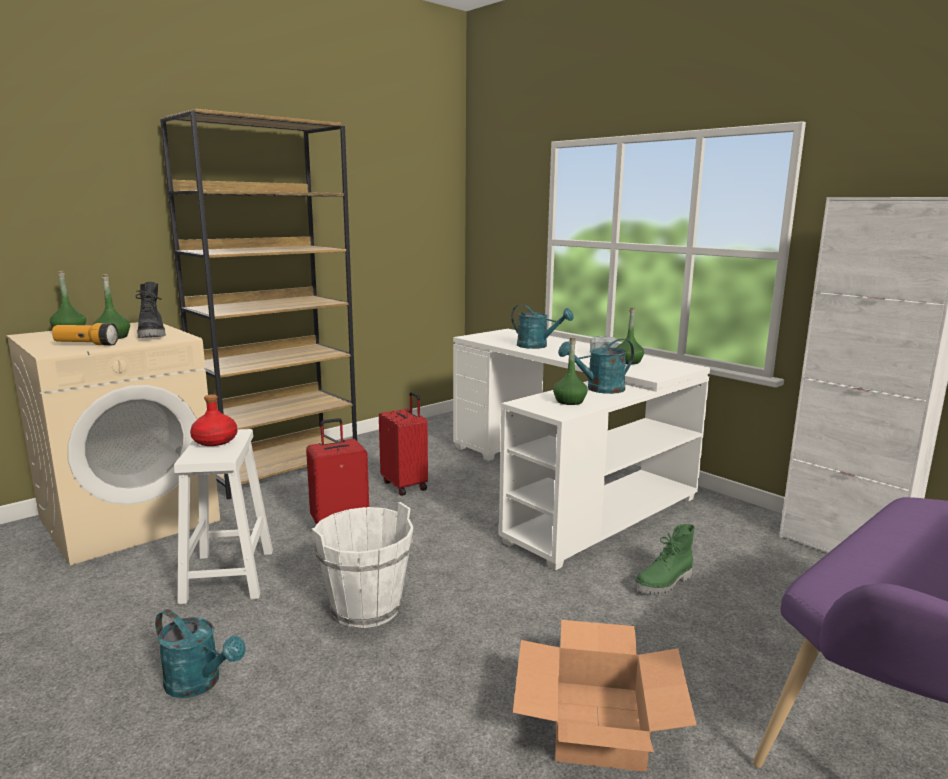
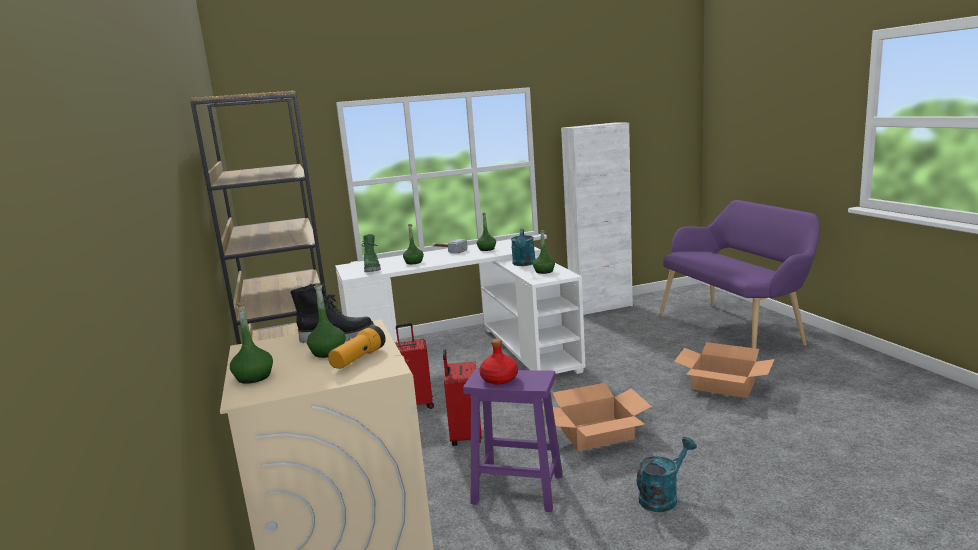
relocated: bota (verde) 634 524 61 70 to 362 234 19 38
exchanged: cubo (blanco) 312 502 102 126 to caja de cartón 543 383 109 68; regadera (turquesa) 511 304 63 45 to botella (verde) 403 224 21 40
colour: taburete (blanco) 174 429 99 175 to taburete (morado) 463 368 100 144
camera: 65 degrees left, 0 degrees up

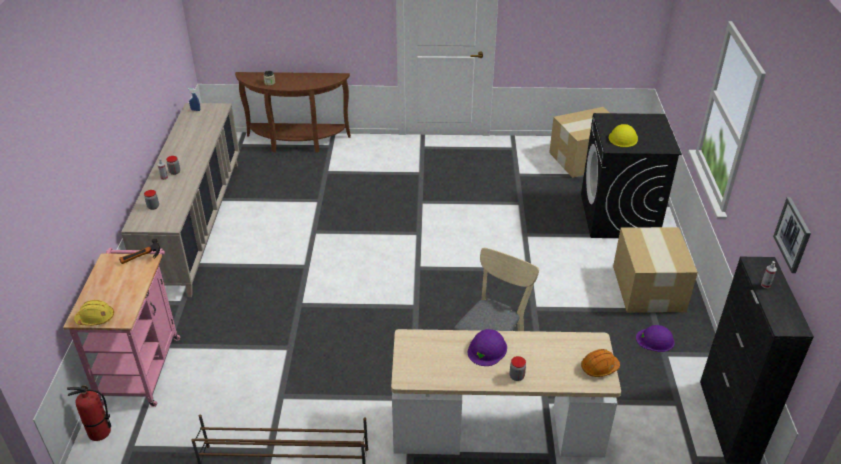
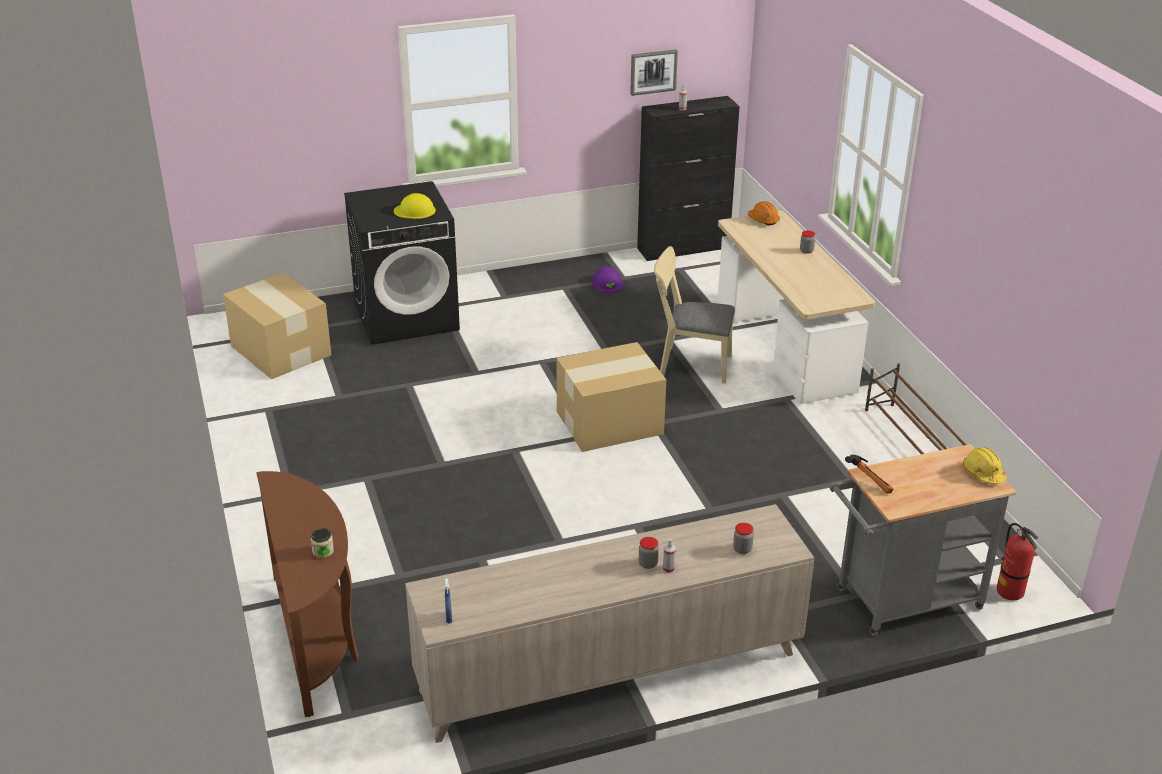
missing: casco (morado) 468 329 39 37
relocated: caja de cartón 613 227 85 86 to 557 342 109 110
colour: carrito (rosa) 63 248 117 159 to carrito (gris) 830 444 187 192
camera: 110 degrees left, 5 degrees down

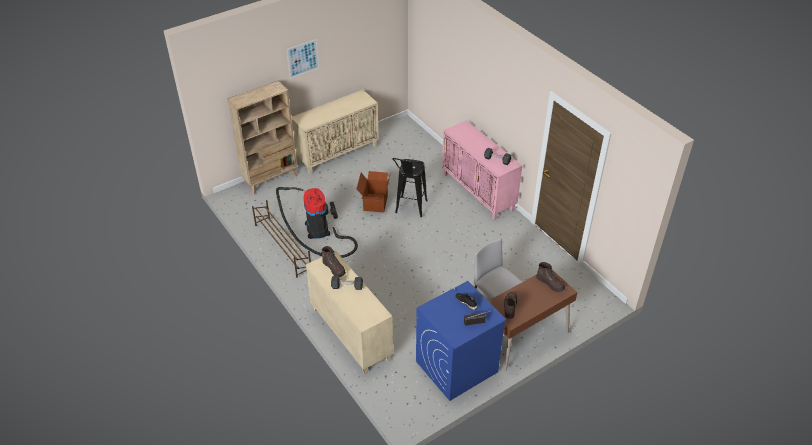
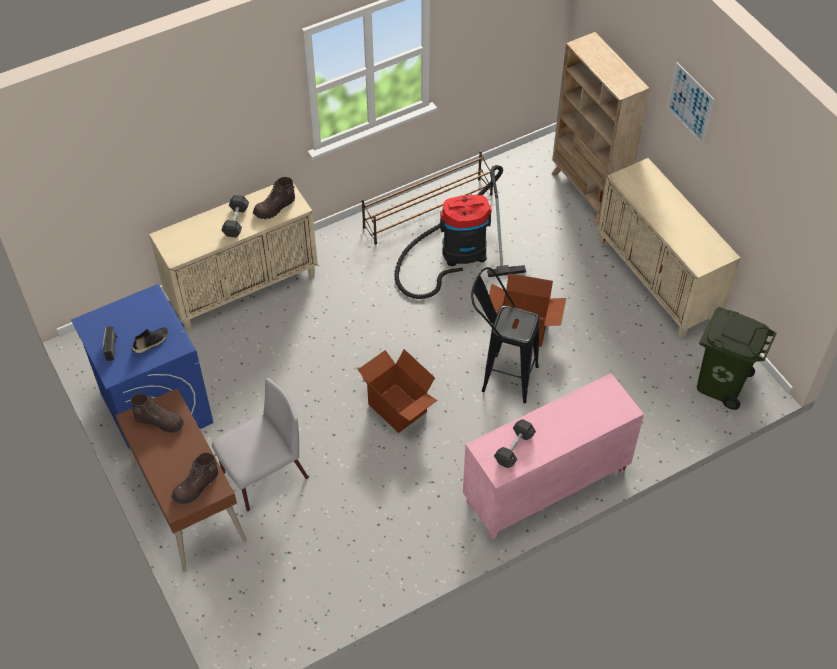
appeared: caja de cartón 358 349 80 84; papelera (verde) 697 307 80 103
camera: 95 degrees right, 10 degrees up

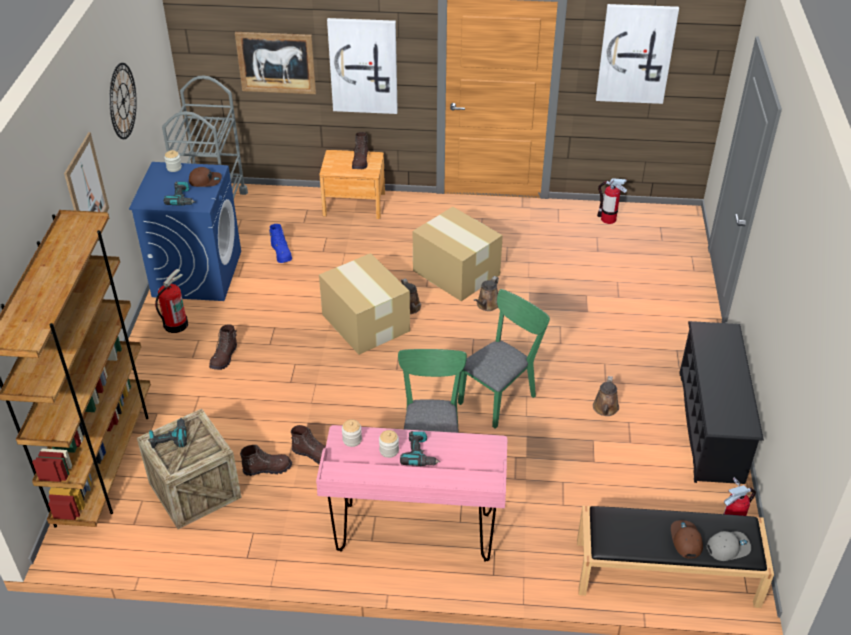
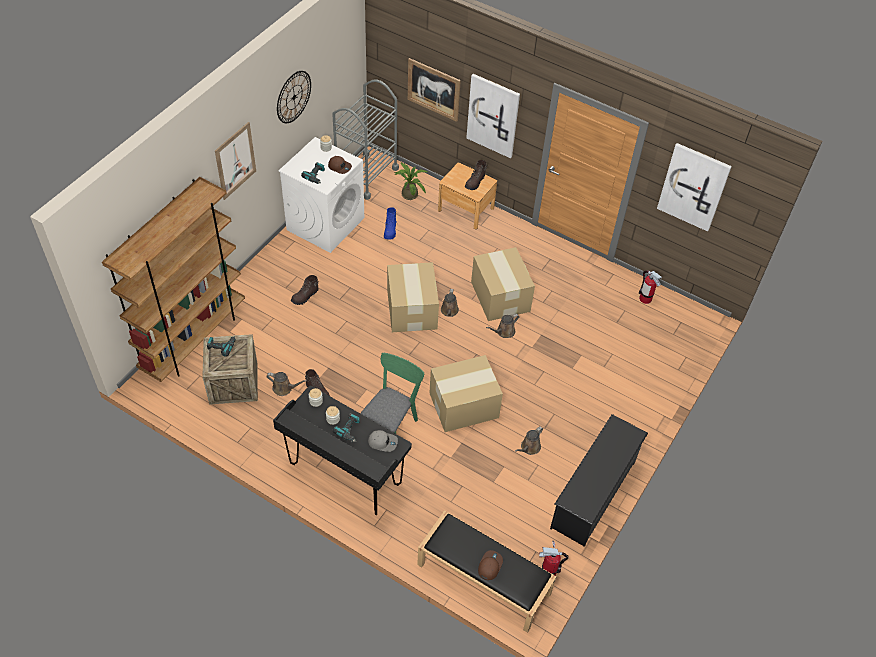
missing: extintor 155 269 33 64
appeared: planta en maceta 395 162 32 38
relocated: gorra (gris) 707 531 44 30 to 368 430 30 22
exchanged: bota (marrón) 240 445 52 31 to regadera (marrón) 266 372 41 24; silla (verde) 458 289 92 140 to caja de cartón 429 355 74 77
colour: lavadora (azul) 129 162 112 139 to lavadora (blanco) 279 137 85 116; escritorio (rosa) 316 425 191 137 to escritorio (negro) 273 386 139 129
camera: 25 degrees right, 10 degrees up

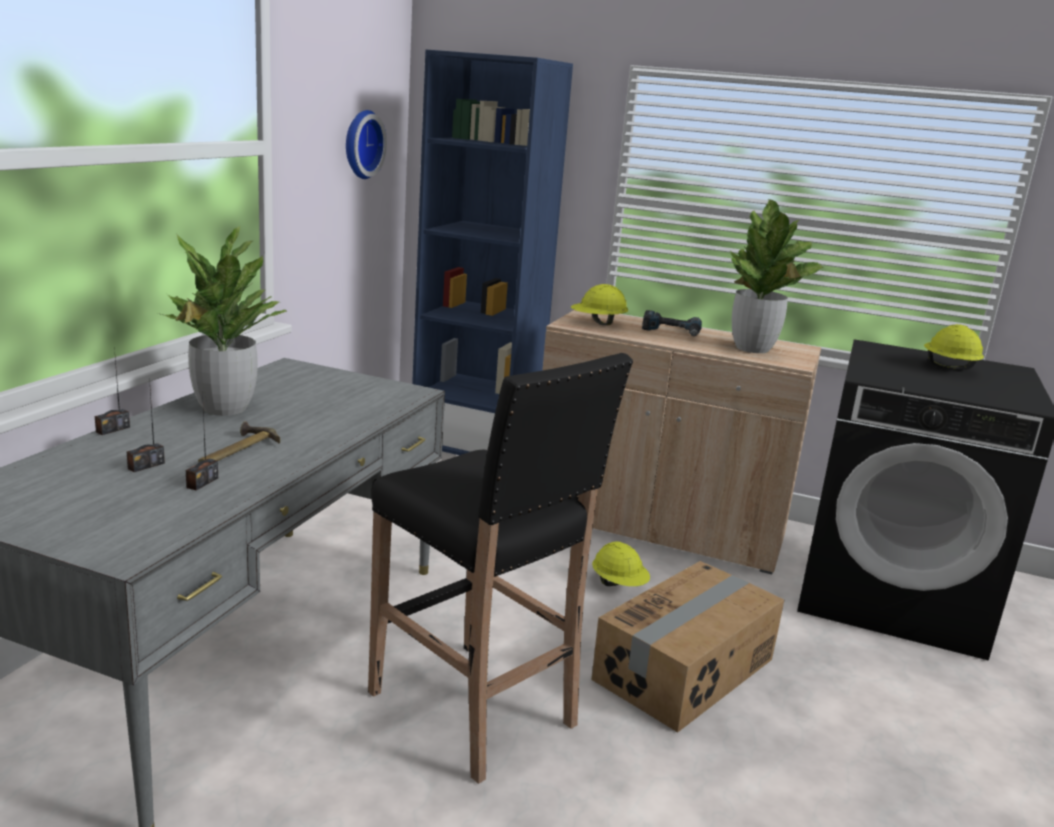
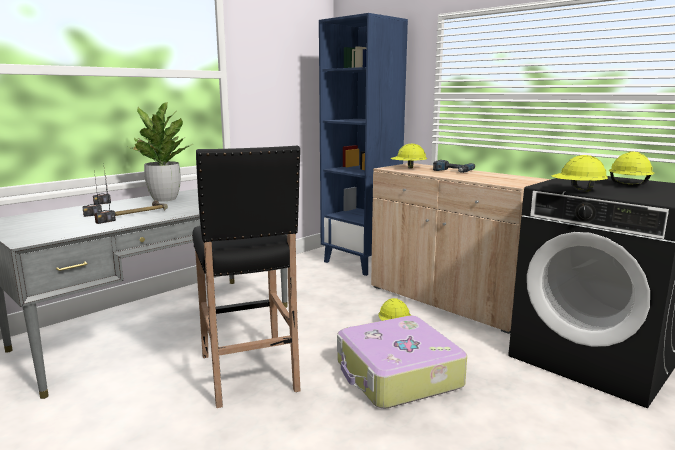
missing: reloj de pared 346 110 41 69; planta en maceta 730 199 94 154
appeared: casco (amarillo) 552 155 56 37
exchanged: caja de cartón 591 561 193 171 to maleta 337 316 130 93
camera: 25 degrees right, 5 degrees down

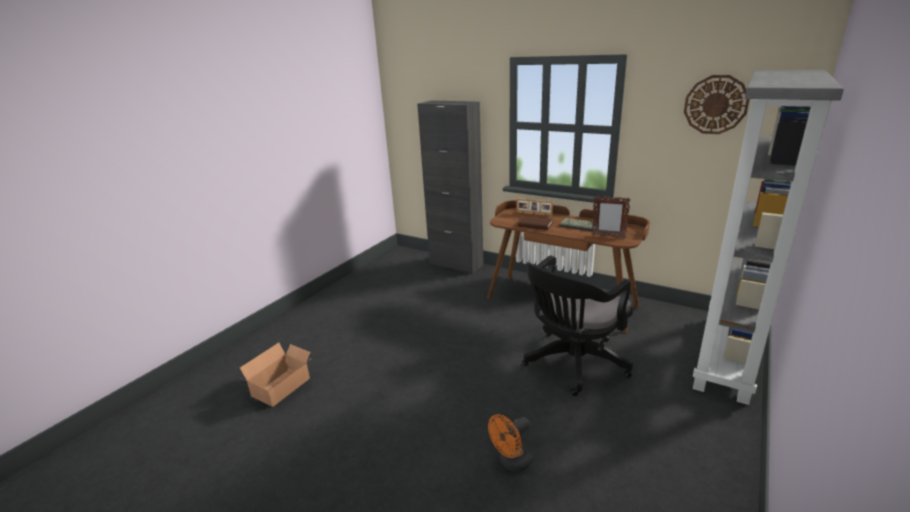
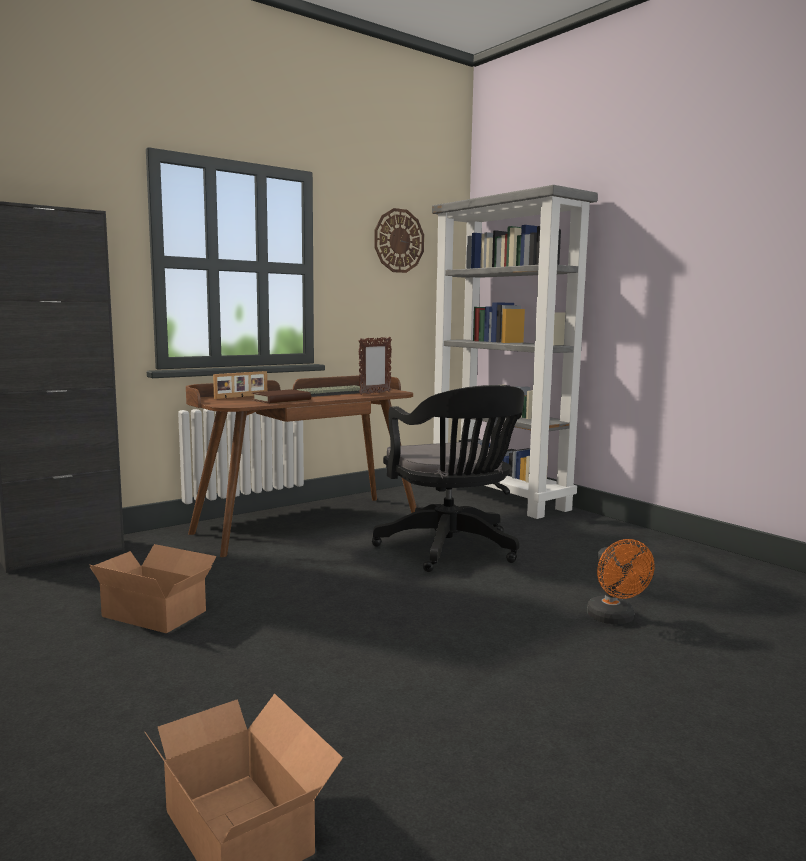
appeared: caja de cartón 90 544 126 89
camera: 70 degrees left, 15 degrees down

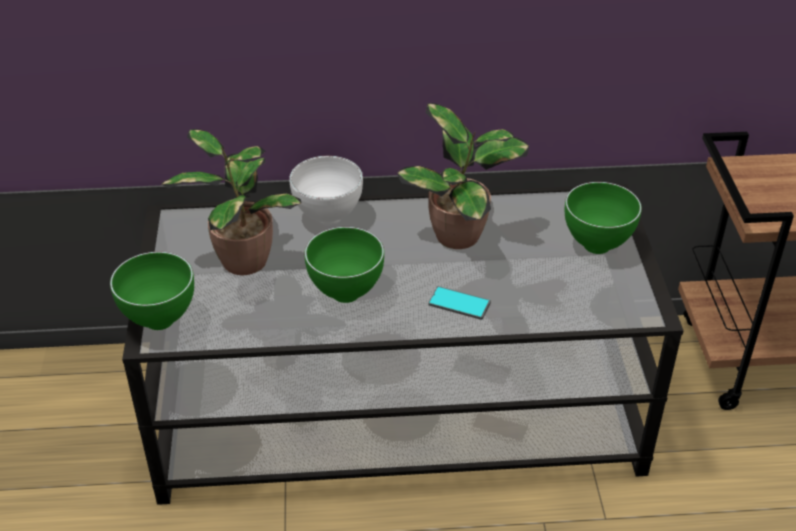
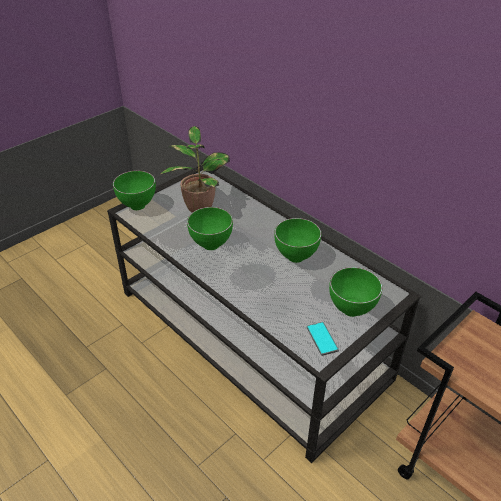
missing: cuenco (blanco) 289 156 74 70
relocated: móvil 428 286 63 34 to 307 322 32 34
exchanged: planta en maceta 397 103 132 146 to cuenco (verde) 274 218 47 45
camera: 50 degrees right, 0 degrees up

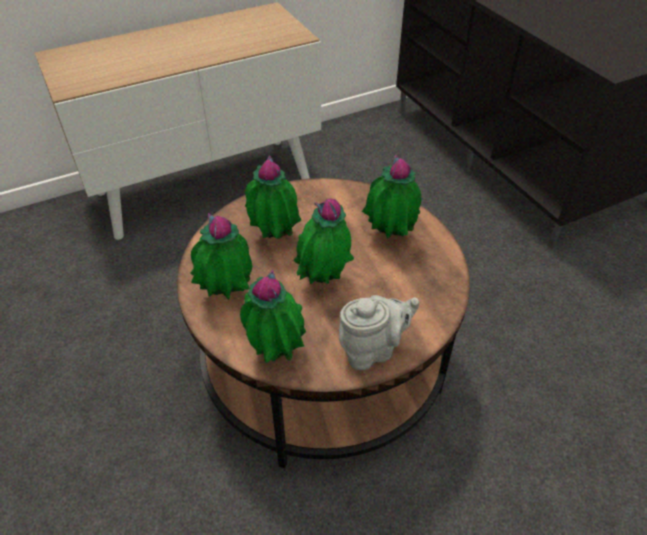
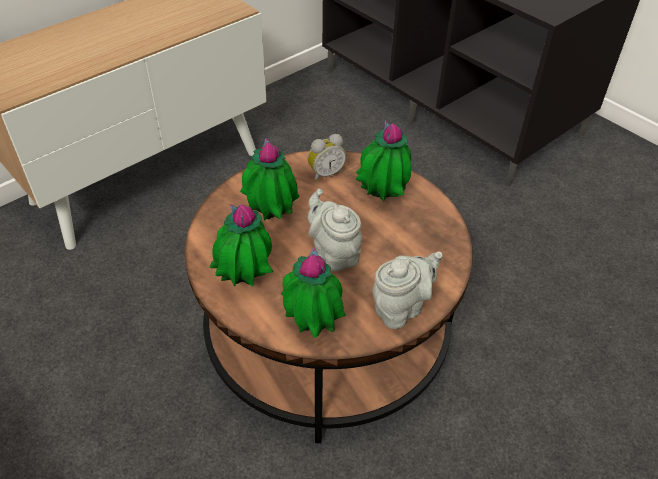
appeared: despertador 308 134 38 48
exchanged: planta en maceta 294 198 60 86 to tetera (gris) 308 189 54 83
camera: 15 degrees left, 0 degrees up

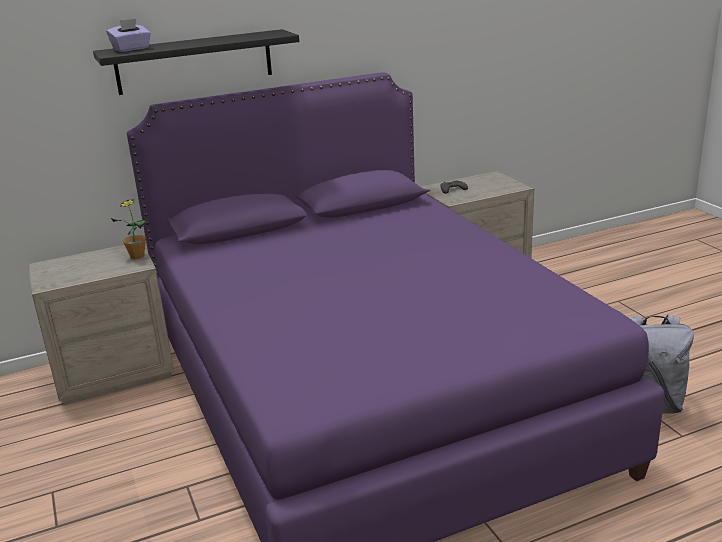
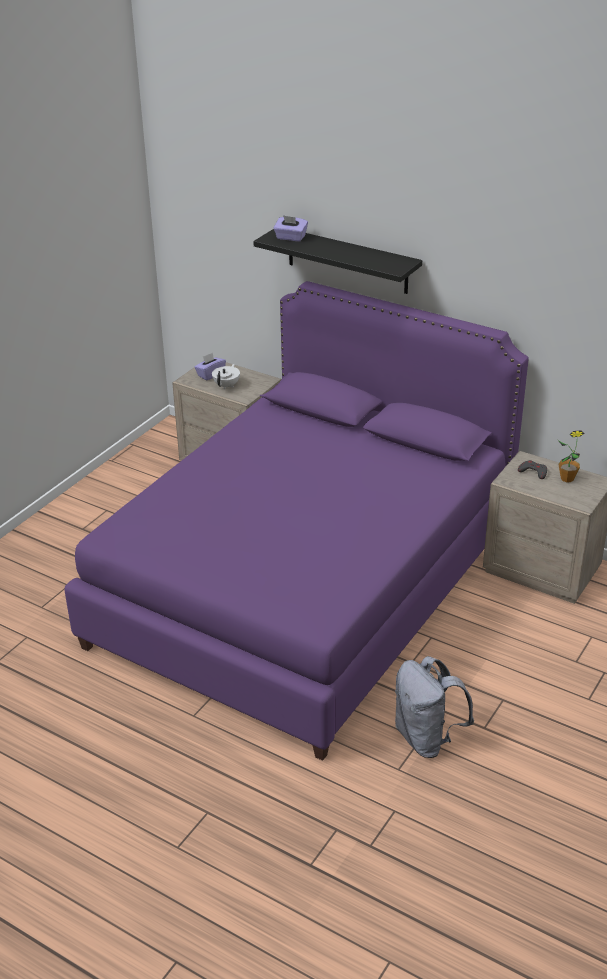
appeared: caja de pañuelos (morado) 194 353 32 28; tetera (blanco) 212 363 28 26
relocated: planta en maceta 111 199 35 60 to 558 430 26 52
camera: 55 degrees right, 10 degrees up

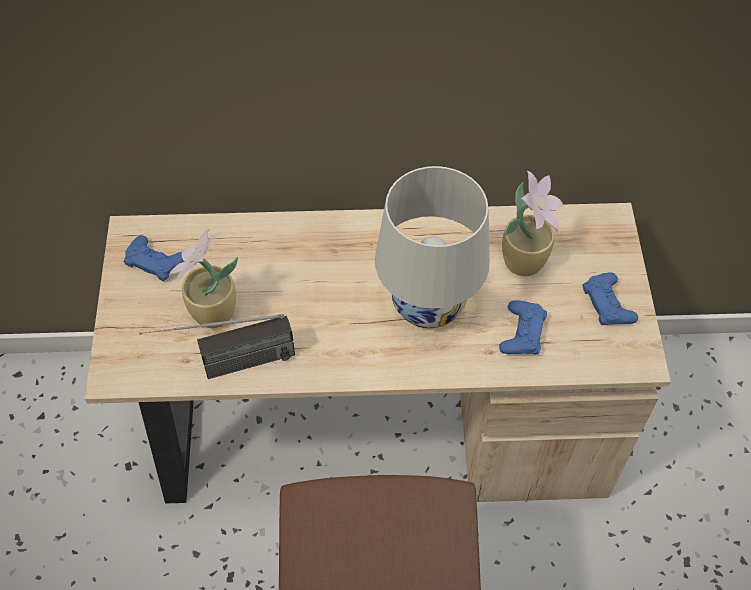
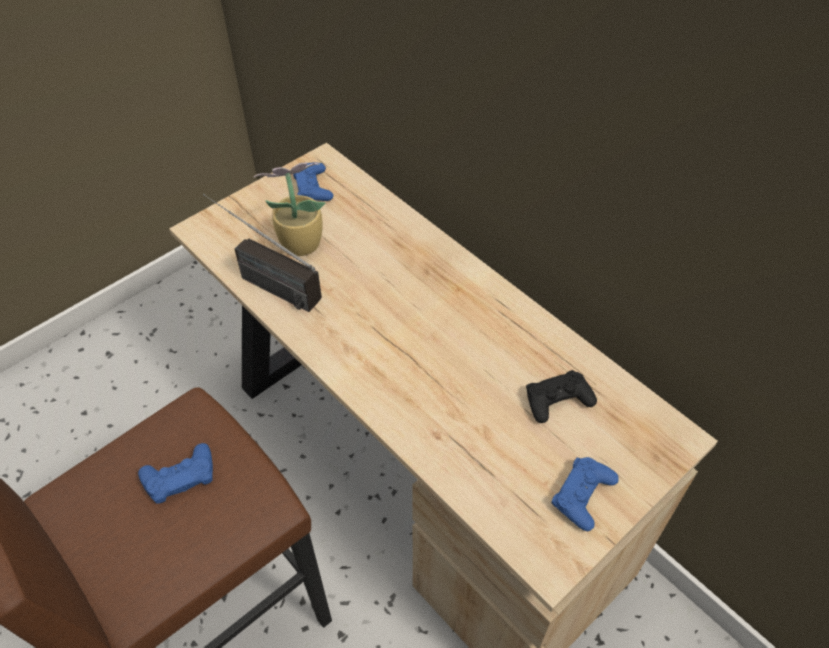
missing: lámpara de mesa (blanco) 375 166 115 162
relocated: mando de consola (azul) 499 300 48 54 to 138 443 75 61
exchanged: planta en maceta 502 171 61 105 to mando de consola (negro) 526 370 71 53
camera: 50 degrees right, 5 degrees down

